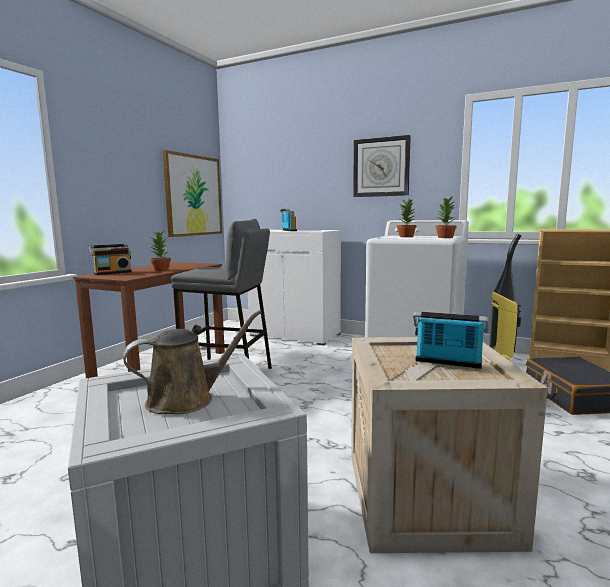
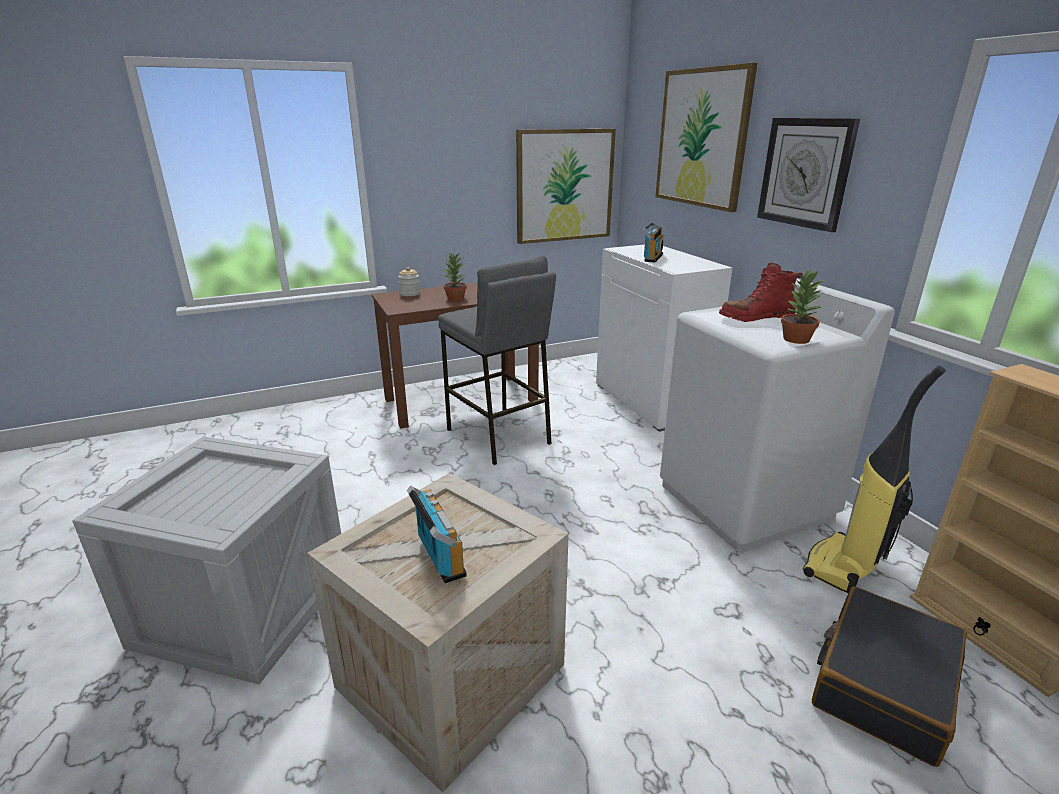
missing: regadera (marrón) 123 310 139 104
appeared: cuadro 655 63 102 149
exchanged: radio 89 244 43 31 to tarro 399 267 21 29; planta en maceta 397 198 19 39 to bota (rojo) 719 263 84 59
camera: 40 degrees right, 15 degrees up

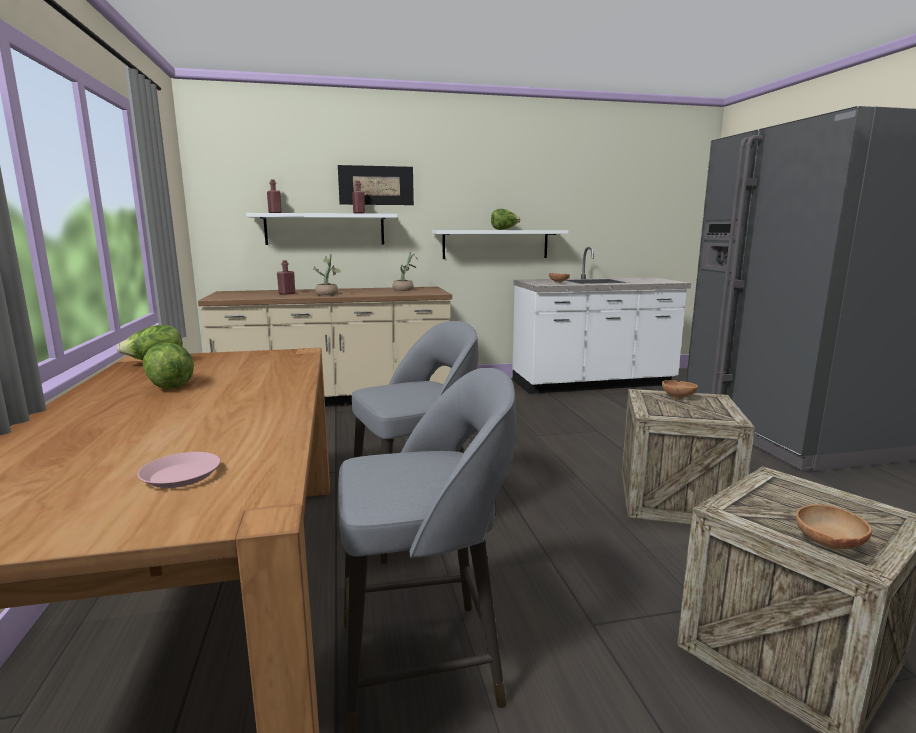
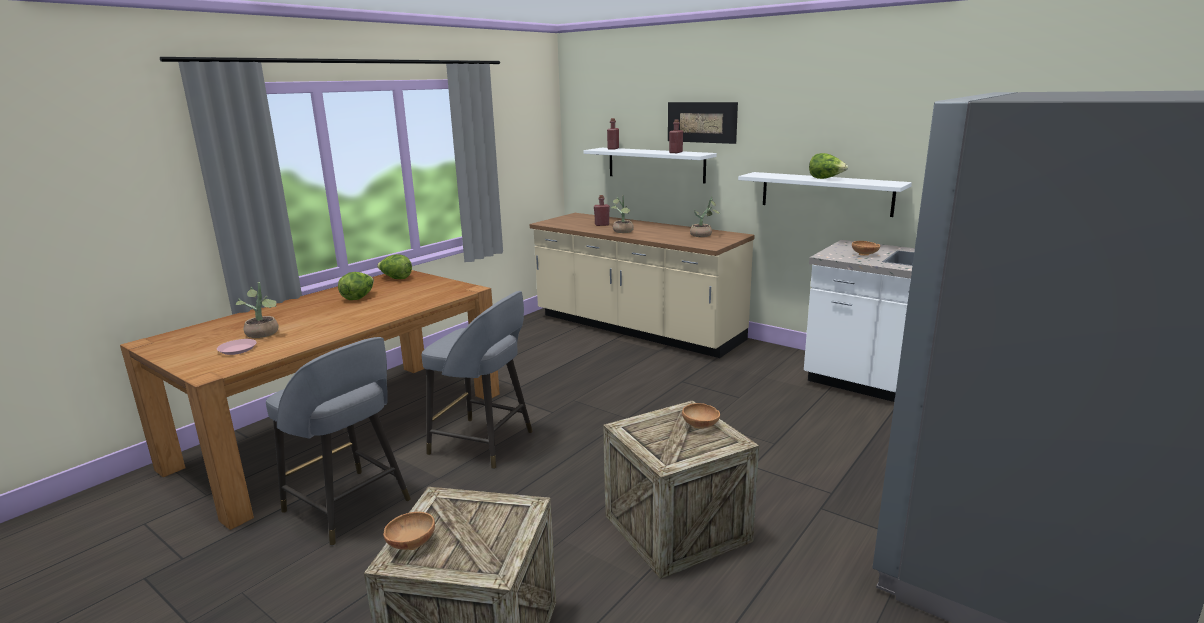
appeared: planta en maceta 236 282 43 56
camera: 50 degrees right, 5 degrees up

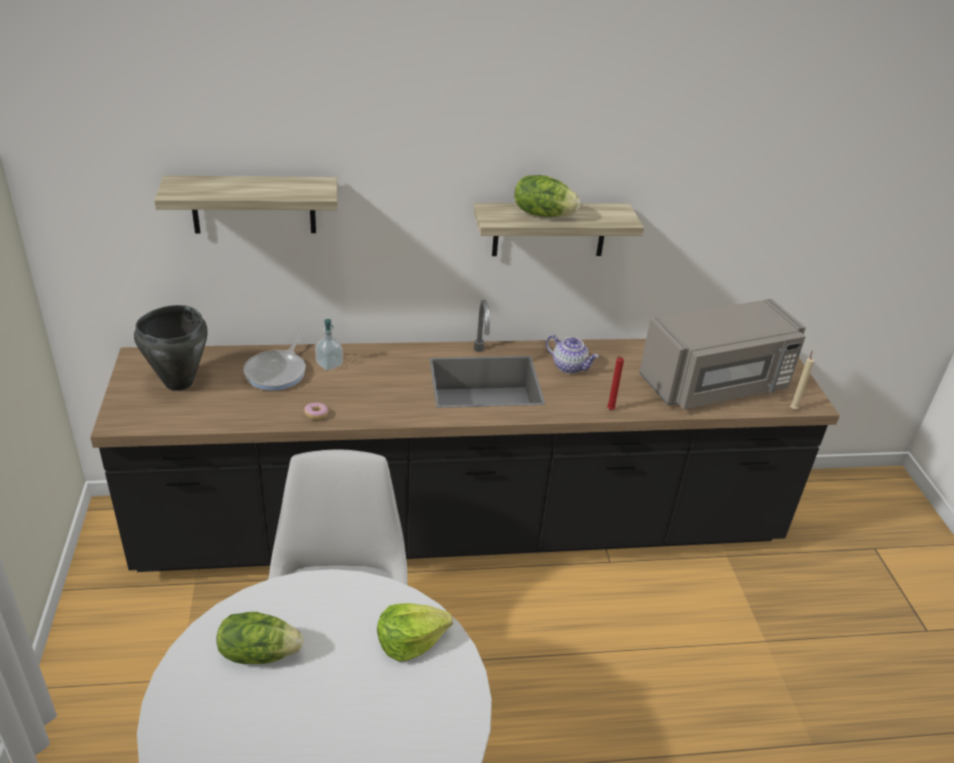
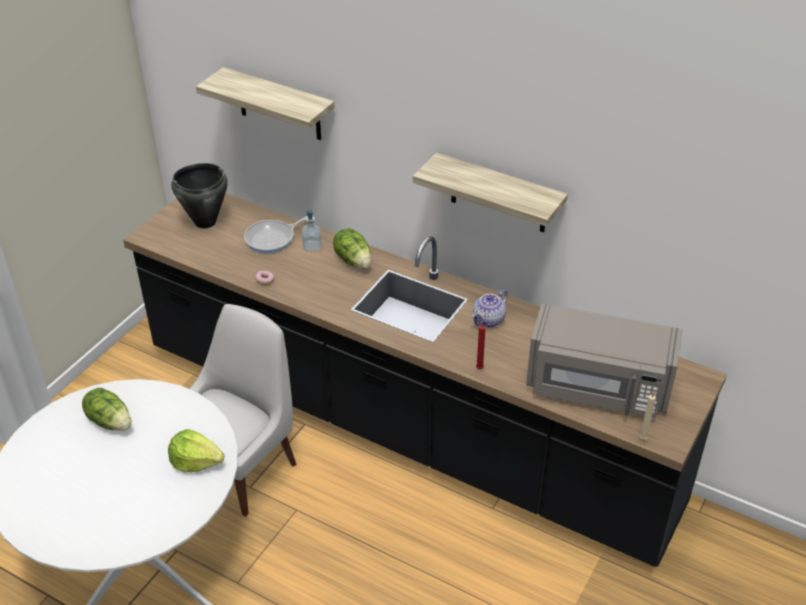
relocated: lechuga 514 175 66 42 to 333 228 39 41
spun: tetera 546 335 53 39 = 472 290 36 37 60 degrees clockwise
camera: 40 degrees right, 5 degrees up

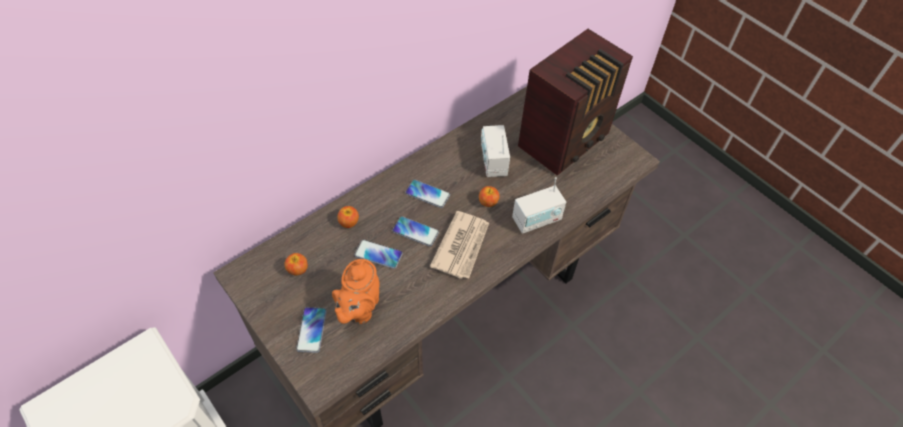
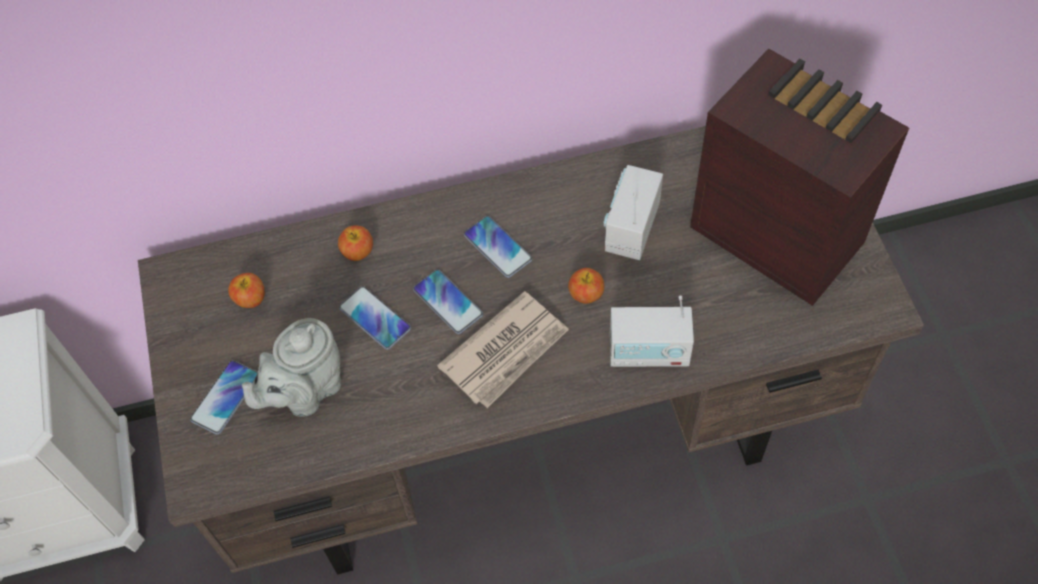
colour: tetera (naranja) 332 259 48 65 to tetera (gris) 242 318 99 99
spun: radio 518 29 115 147 = 690 48 219 258 120 degrees counterclockwise
camera: 30 degrees right, 5 degrees up

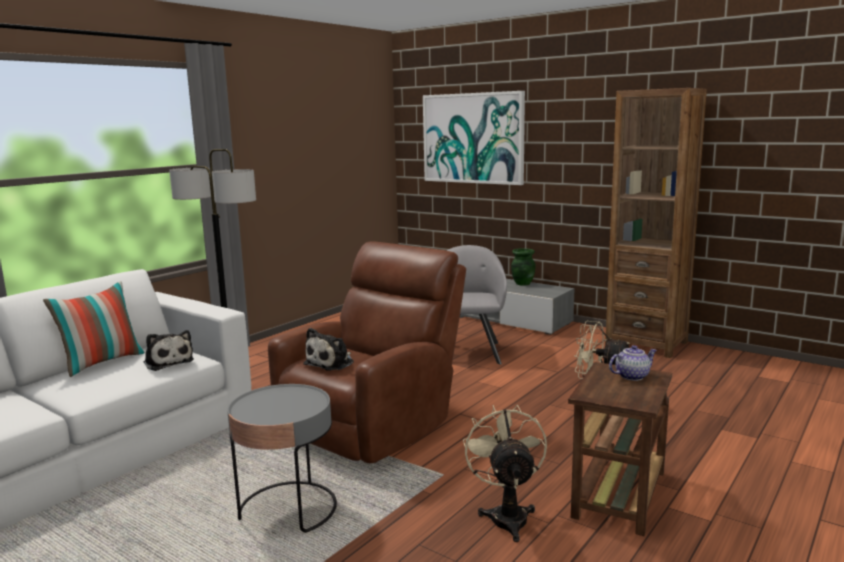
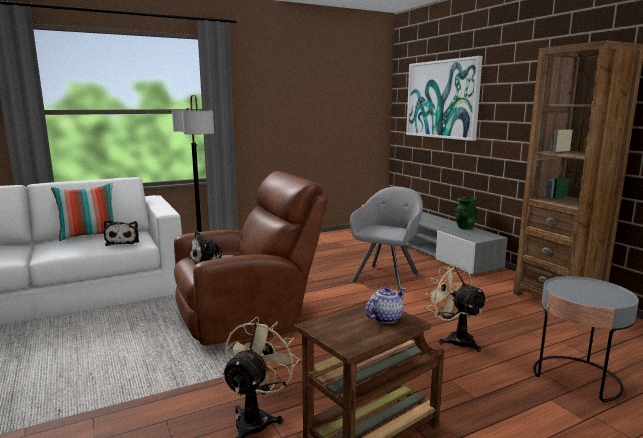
relocated: mesa auxiliar (gris) 227 384 110 148 to 533 276 106 126
spun: tetera 609 345 48 36 = 365 287 41 36 45 degrees counterclockwise
camera: 25 degrees right, 0 degrees up

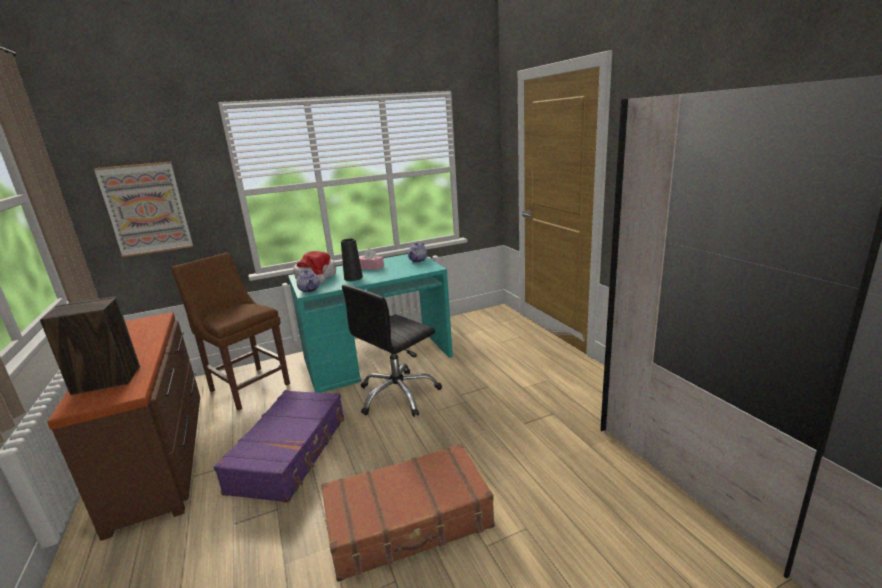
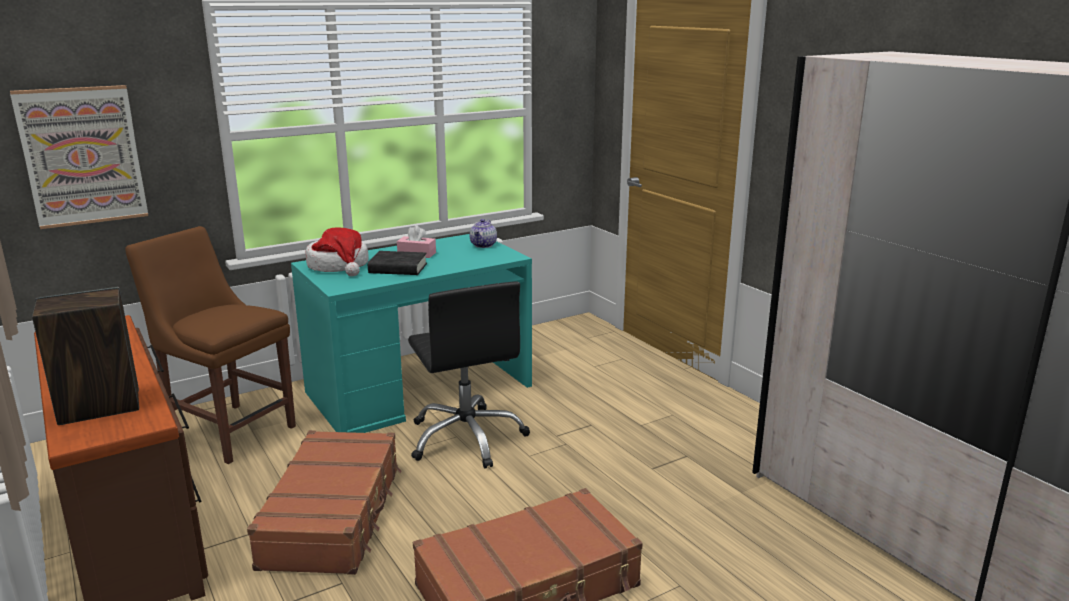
missing: tetera 296 270 23 23
exchanged: florero (negro) 341 238 22 43 to libro (negro) 368 251 59 24
colour: maleta (morado) 214 390 130 113 to maleta (marrón) 247 430 154 145
spun: silla de oficina (negro) 342 285 100 132 = 408 282 122 186 60 degrees counterclockwise
camera: 10 degrees left, 0 degrees up

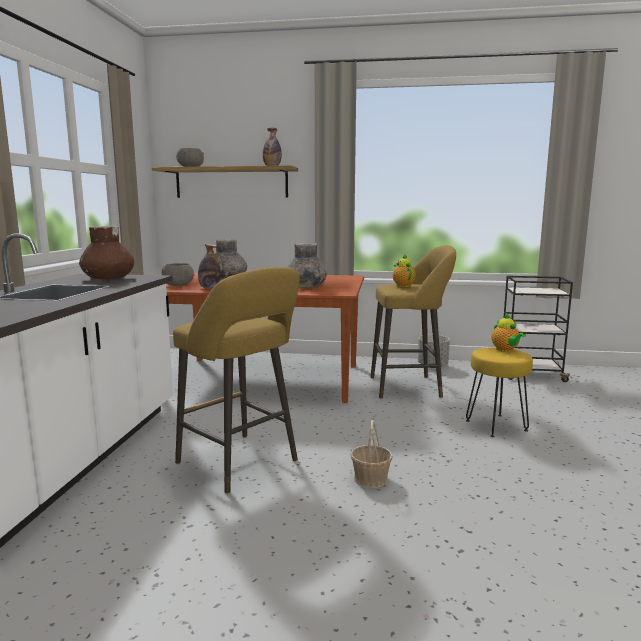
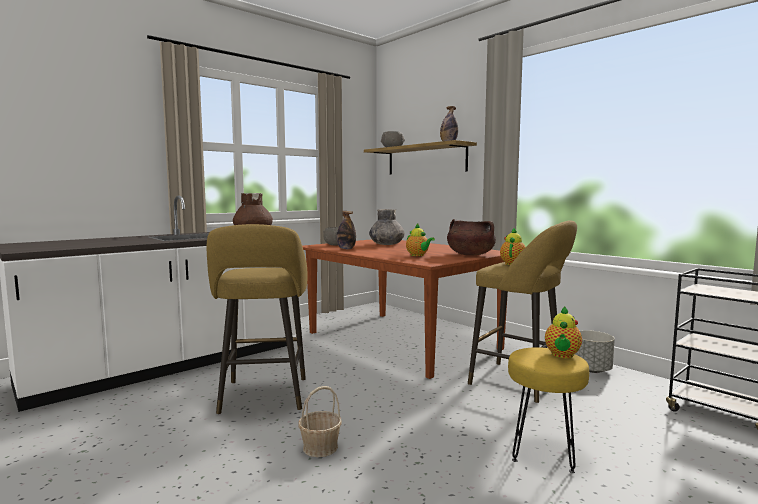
appeared: olla (marrón) 447 219 49 37
exchanged: florero (gris) 287 243 40 45 to tetera 406 224 29 32
camera: 40 degrees right, 5 degrees down

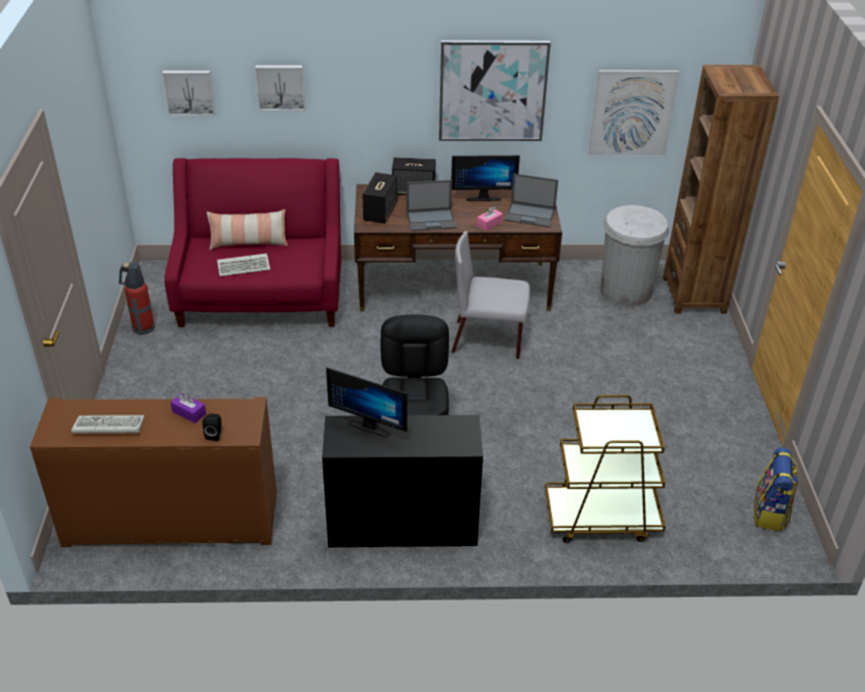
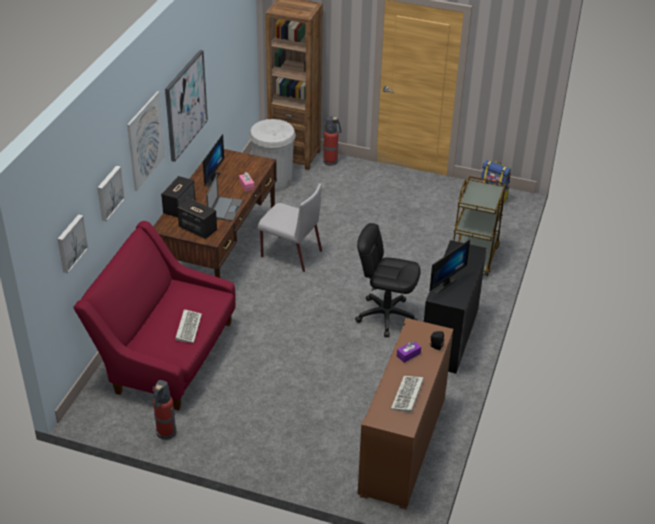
missing: cojín 207 209 81 41; portátil 505 173 53 55
appeared: extintor 323 116 18 50
relocated: cuadro 589 70 90 85 to 127 91 38 100
spun: silla (gris) 451 231 79 128 = 258 183 64 89 90 degrees counterclockwise
camera: 70 degrees left, 0 degrees up

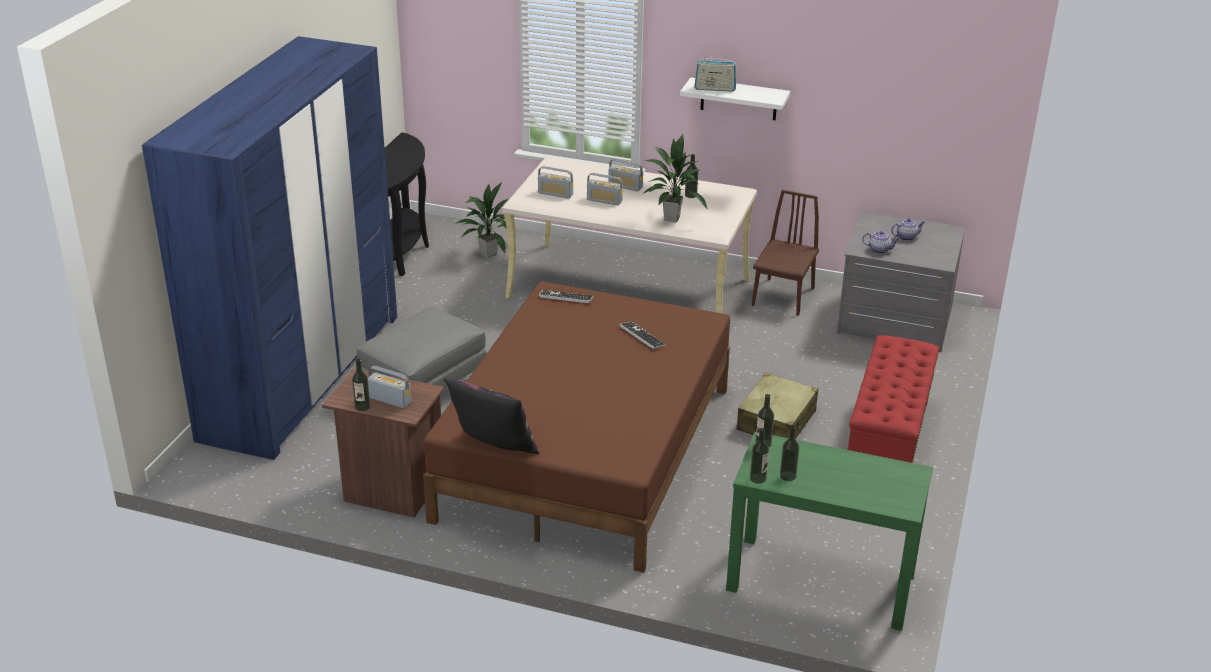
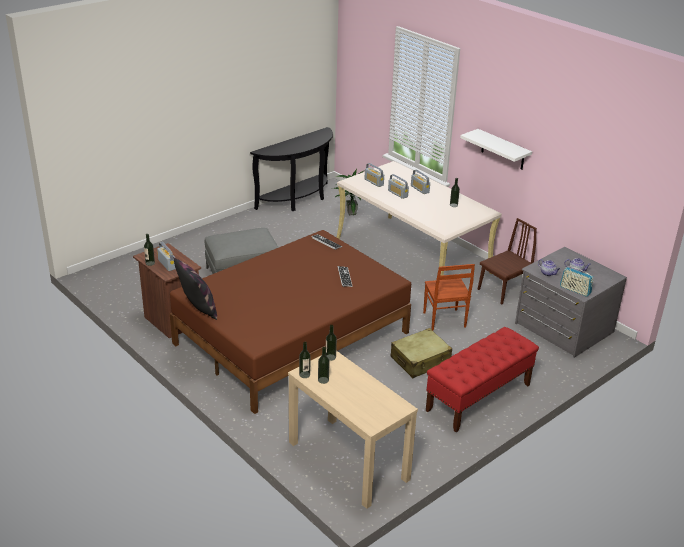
missing: armario ropero (azul) 142 36 255 424; planta en maceta 644 134 64 88
appeared: silla (marrón) 423 264 52 67
relocated: radio 694 55 43 37 to 560 265 34 32
colour: mesa consola (verde) 726 432 207 199 to mesa consola (beis) 288 351 130 158
camera: 30 degrees right, 0 degrees up

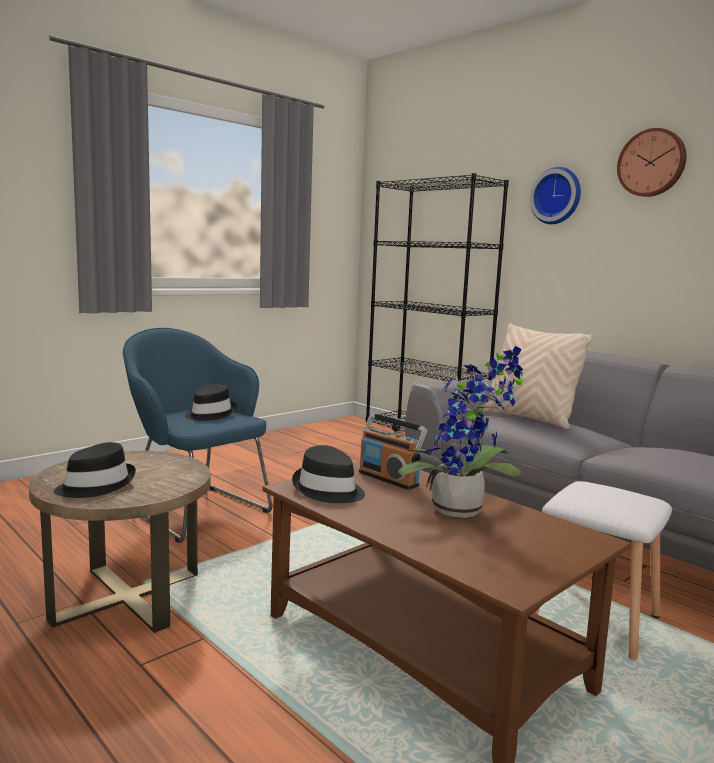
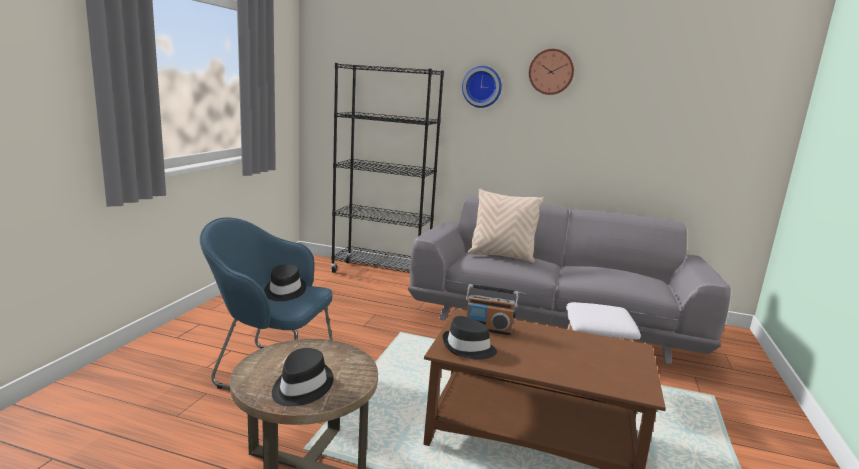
missing: planta en maceta 398 346 125 172
camera: 30 degrees left, 5 degrees up

